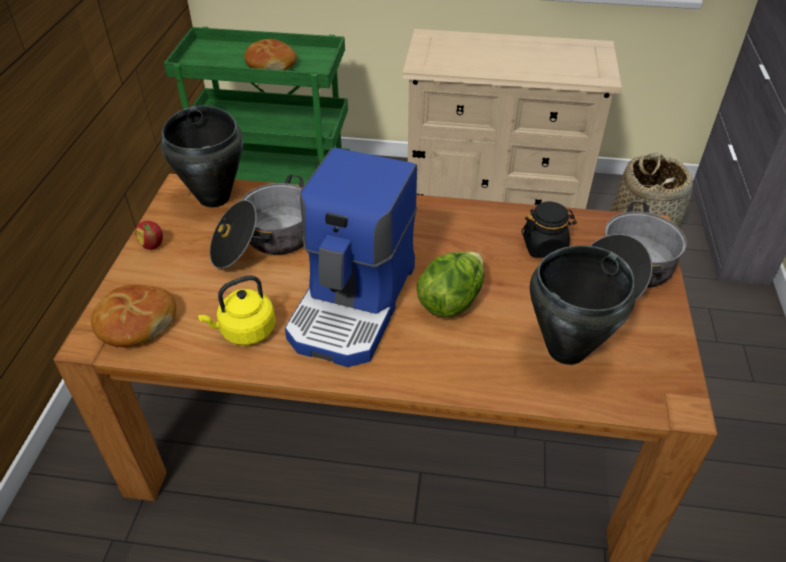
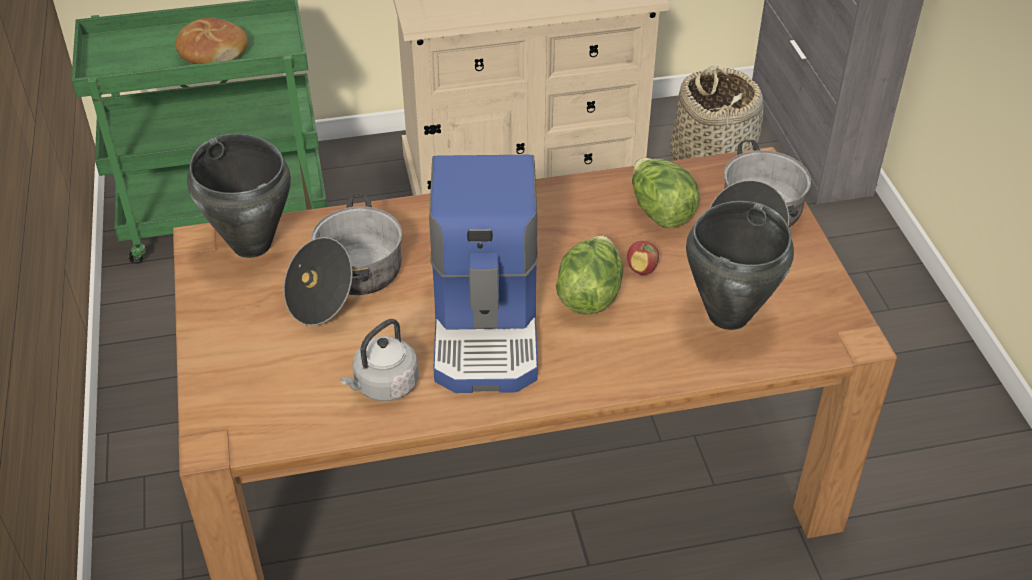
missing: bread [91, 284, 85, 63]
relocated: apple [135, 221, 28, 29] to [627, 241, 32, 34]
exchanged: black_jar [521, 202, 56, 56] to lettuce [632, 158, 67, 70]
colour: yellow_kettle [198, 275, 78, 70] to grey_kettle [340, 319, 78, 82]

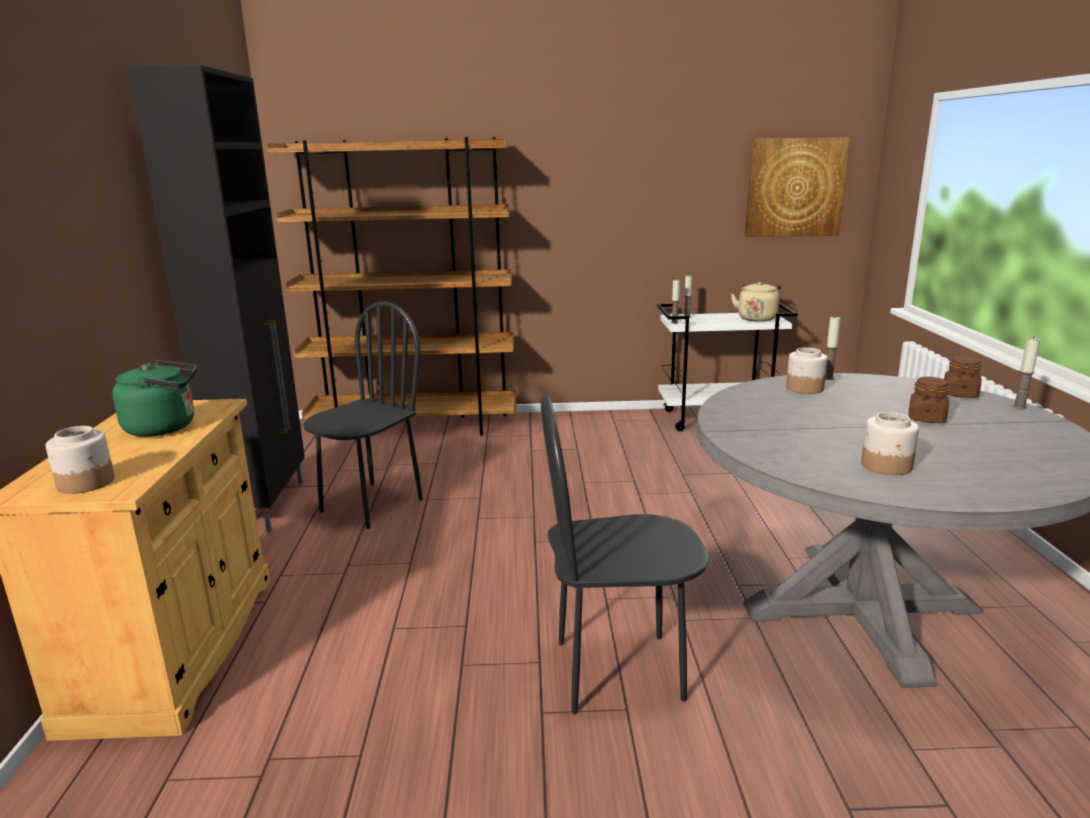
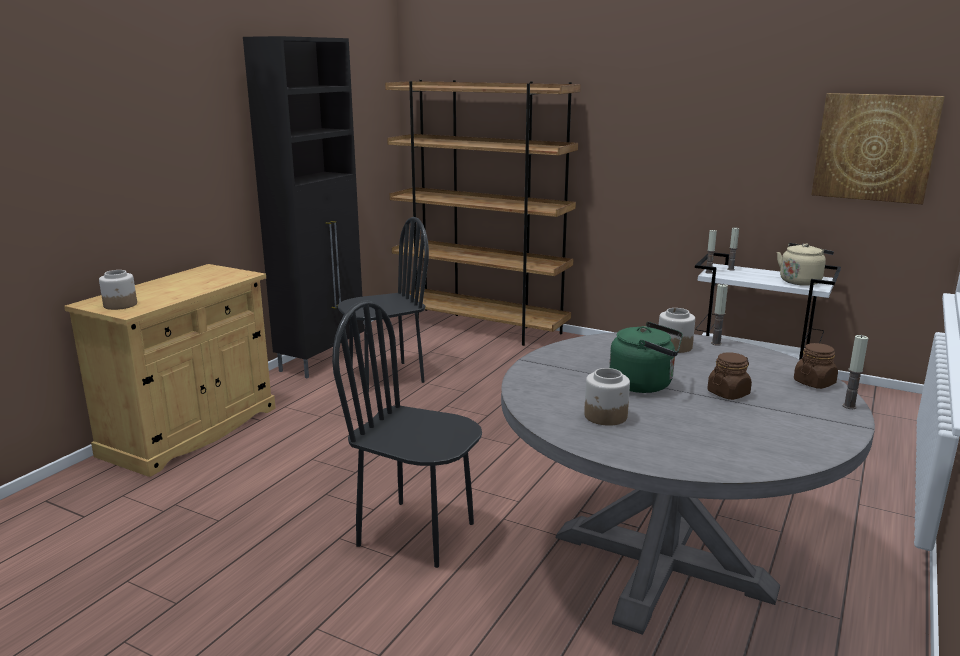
relocated: green_kettle [112, 360, 85, 77] to [609, 322, 74, 71]

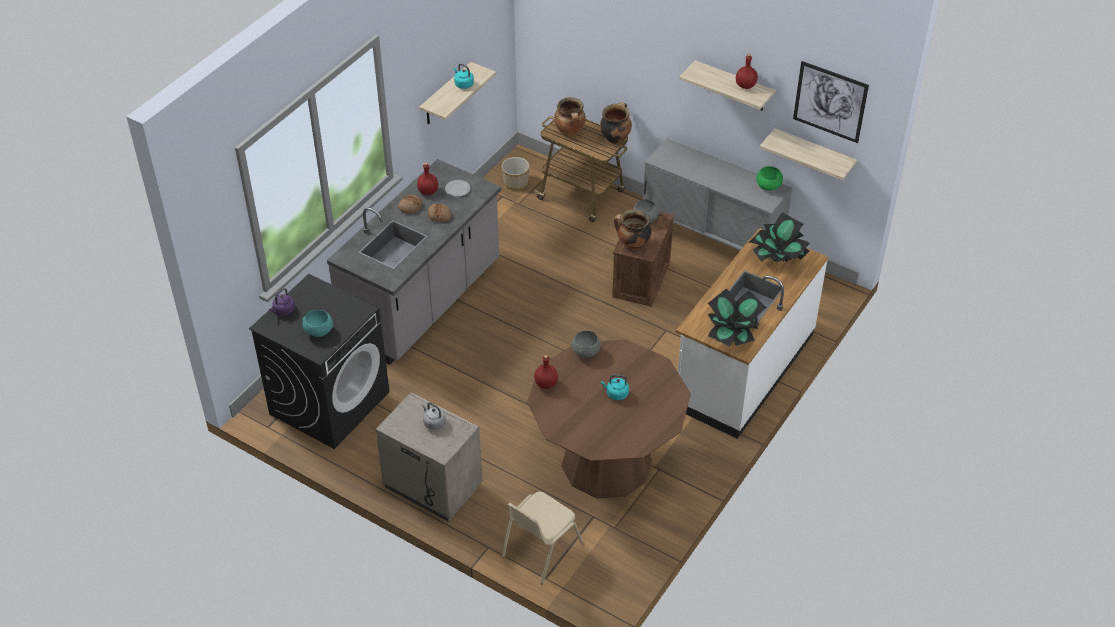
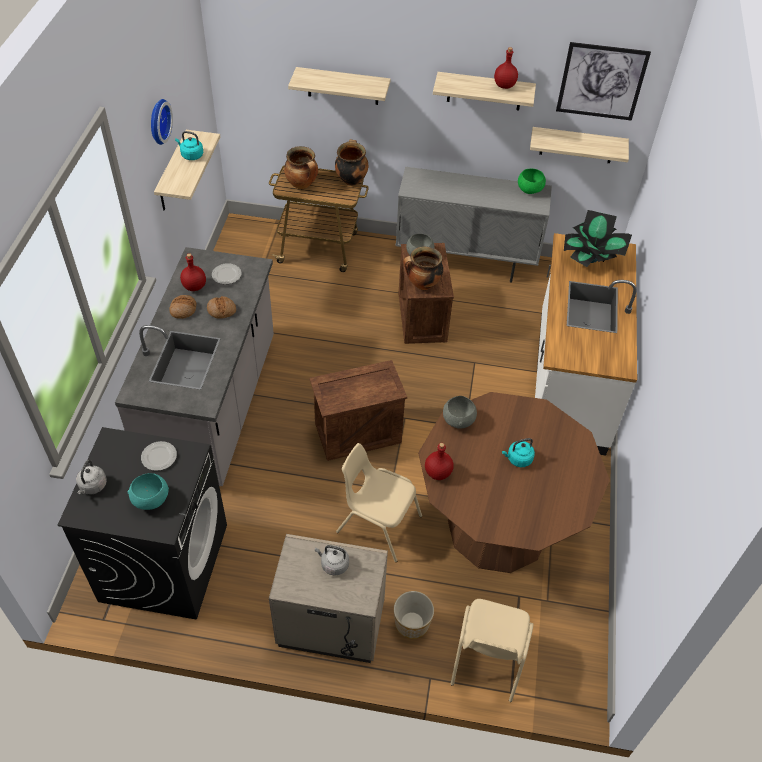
missing: potted_plant [708, 288, 59, 58]
appeared: plate [141, 441, 36, 30]; wall_clock [151, 99, 22, 46]; shelf [288, 67, 103, 38]; crate [310, 360, 97, 101]; beige_chair [336, 443, 86, 119]
relocated: planter [502, 157, 27, 33] to [394, 591, 40, 48]
colour: purple_kettle [269, 288, 26, 28] to grey_kettle [76, 460, 31, 35]

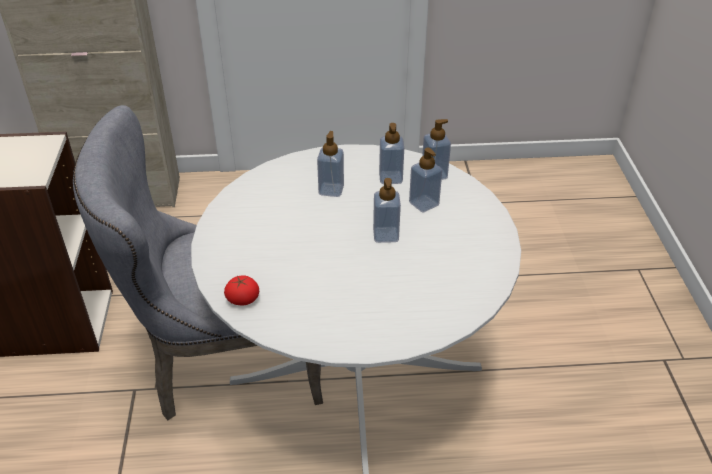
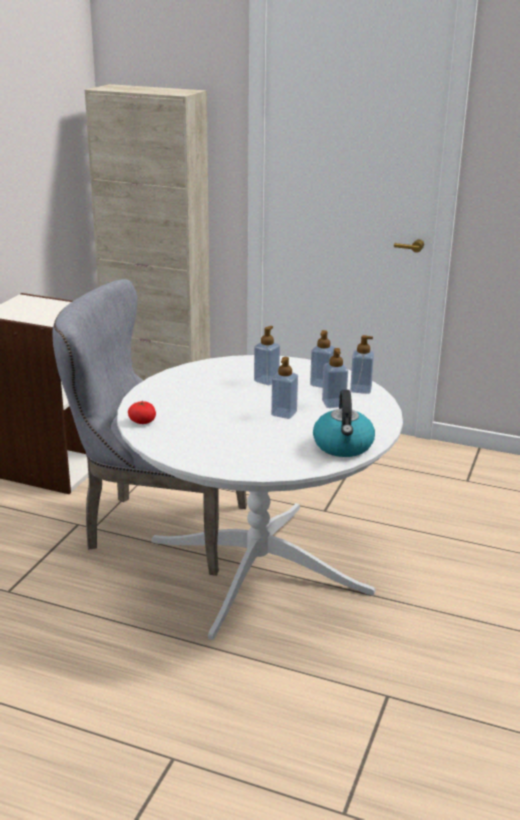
appeared: kettle [313, 390, 62, 67]

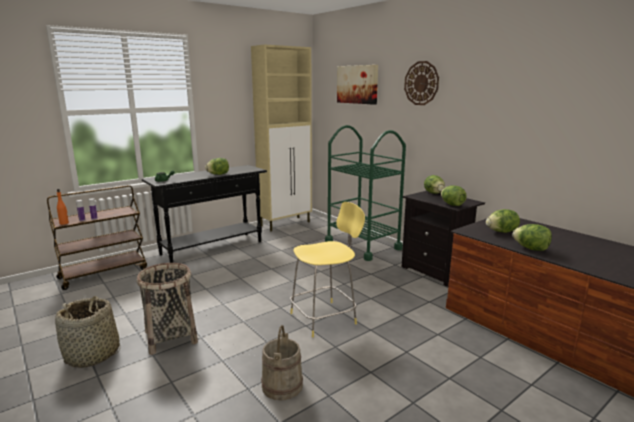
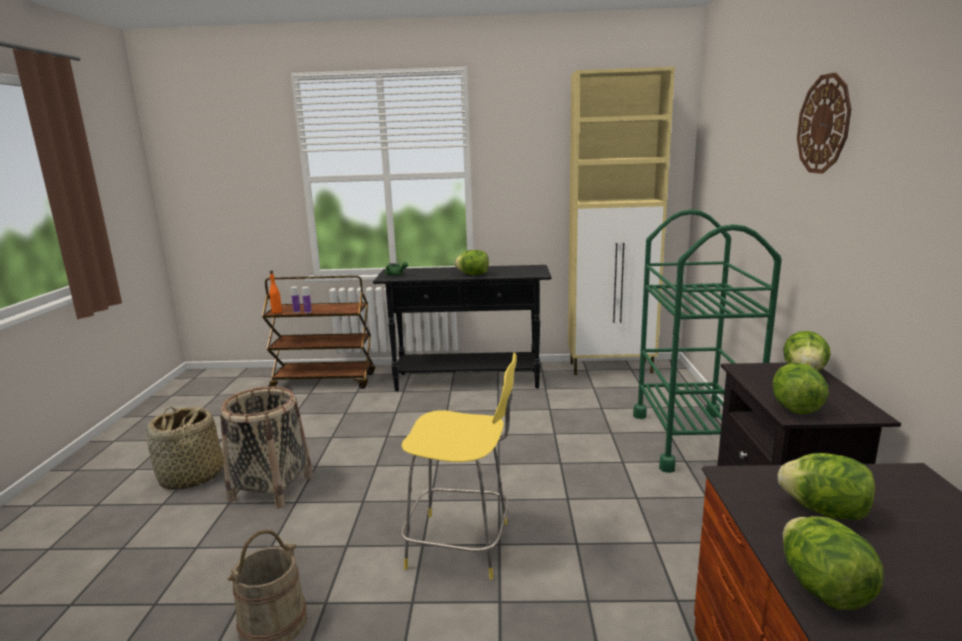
missing: picture [337, 65, 41, 40]

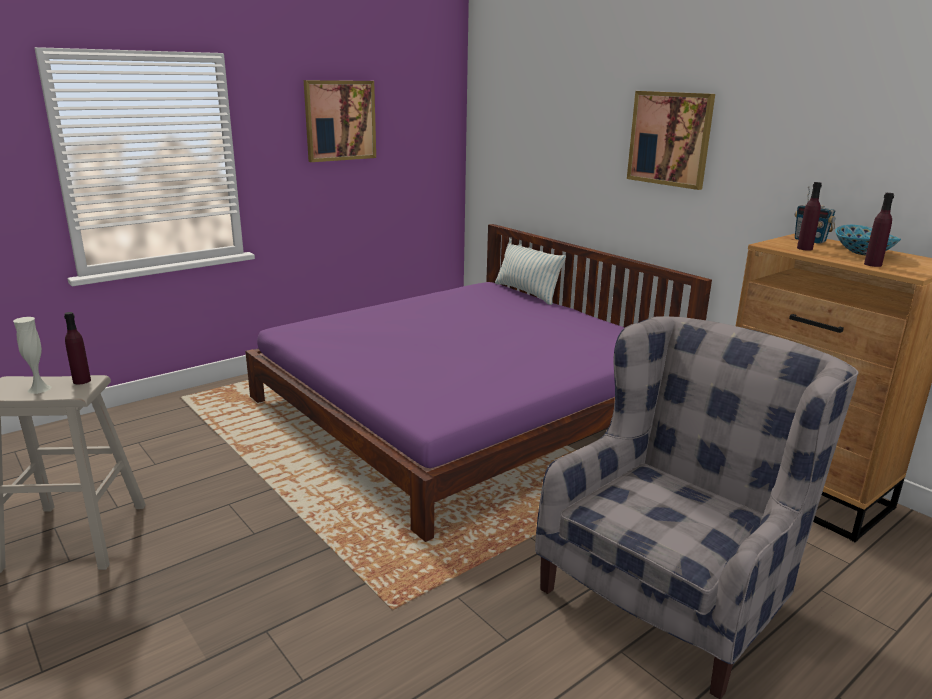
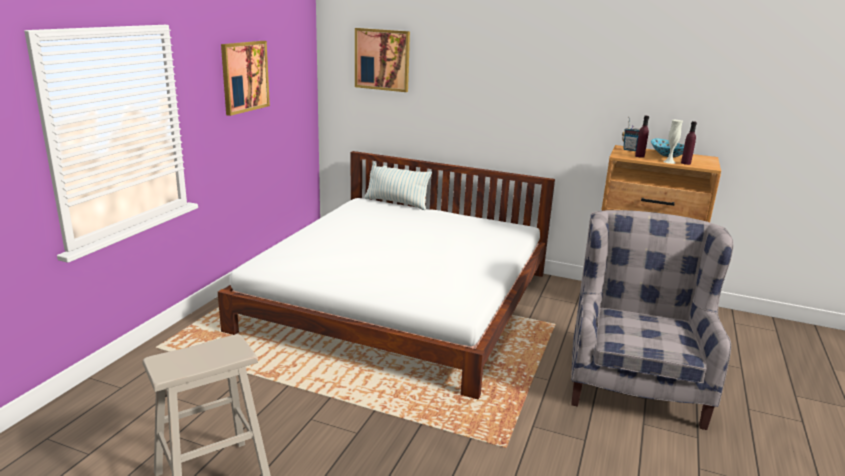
missing: purple_bottle [64, 312, 27, 73]
relocated: picture [627, 91, 88, 99] to [355, 28, 55, 64]; white_vase [13, 317, 38, 77] to [663, 120, 20, 44]
colour: purple_bed [245, 224, 467, 318] to white_bed [218, 151, 337, 249]

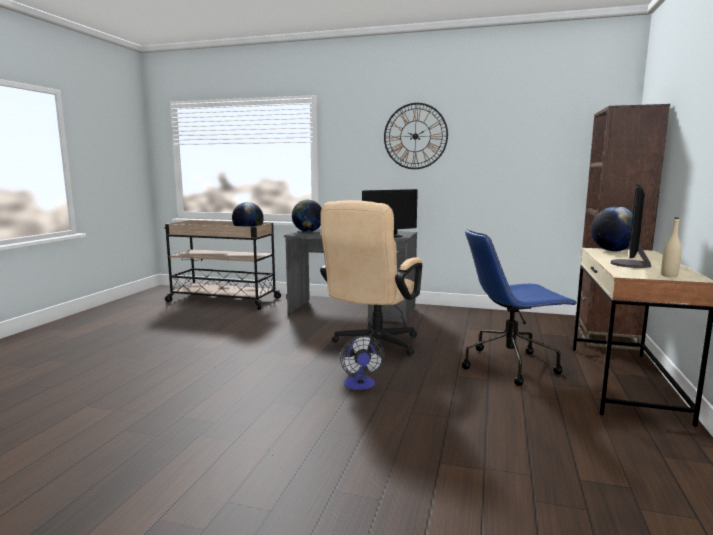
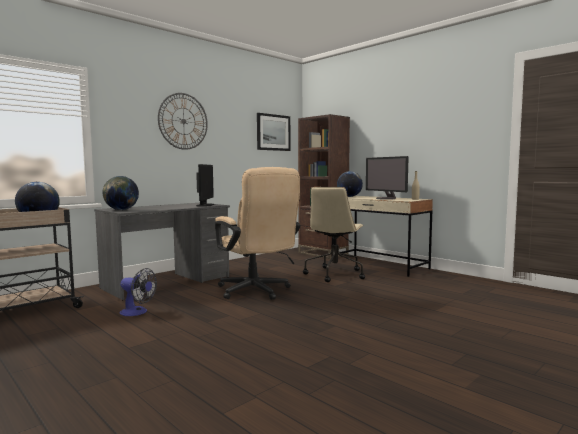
appeared: picture [257, 113, 33, 38]
relocated: fan [340, 336, 45, 54] to [120, 268, 37, 48]
colour: blue_office_chair [462, 229, 116, 157] to beige_office_chair [303, 187, 62, 95]

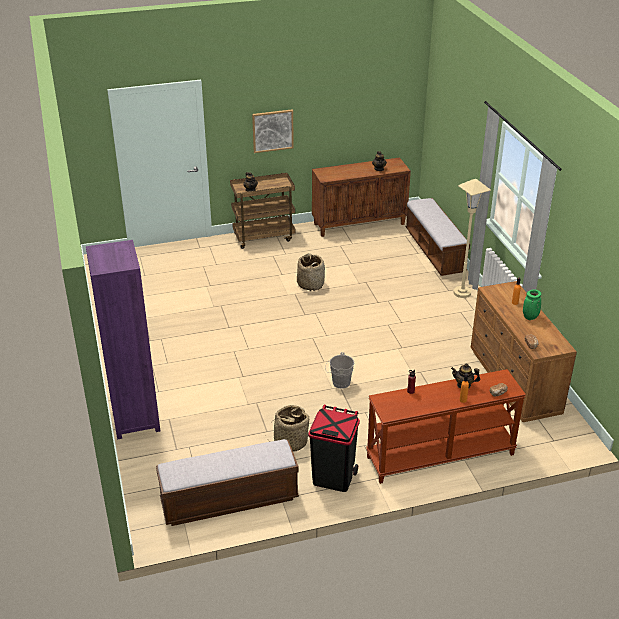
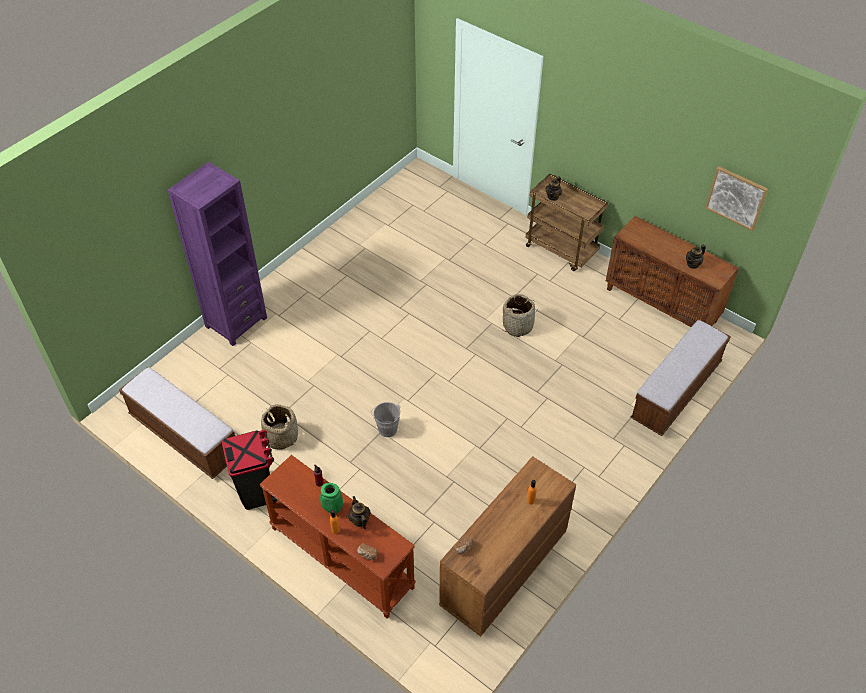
missing: beige_floor_lamp [453, 179, 38, 119]
relocated: green_vase [523, 289, 19, 31] to [320, 483, 23, 31]; picture [252, 109, 42, 44] to [705, 166, 63, 65]

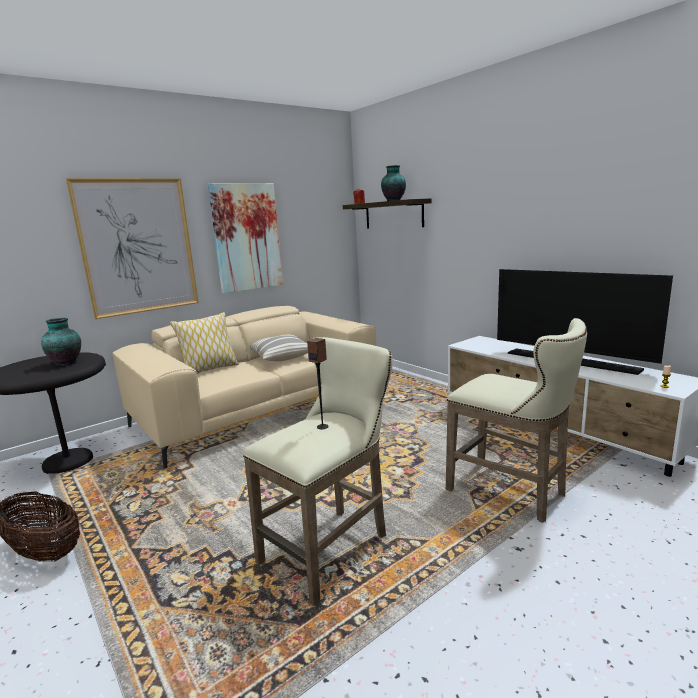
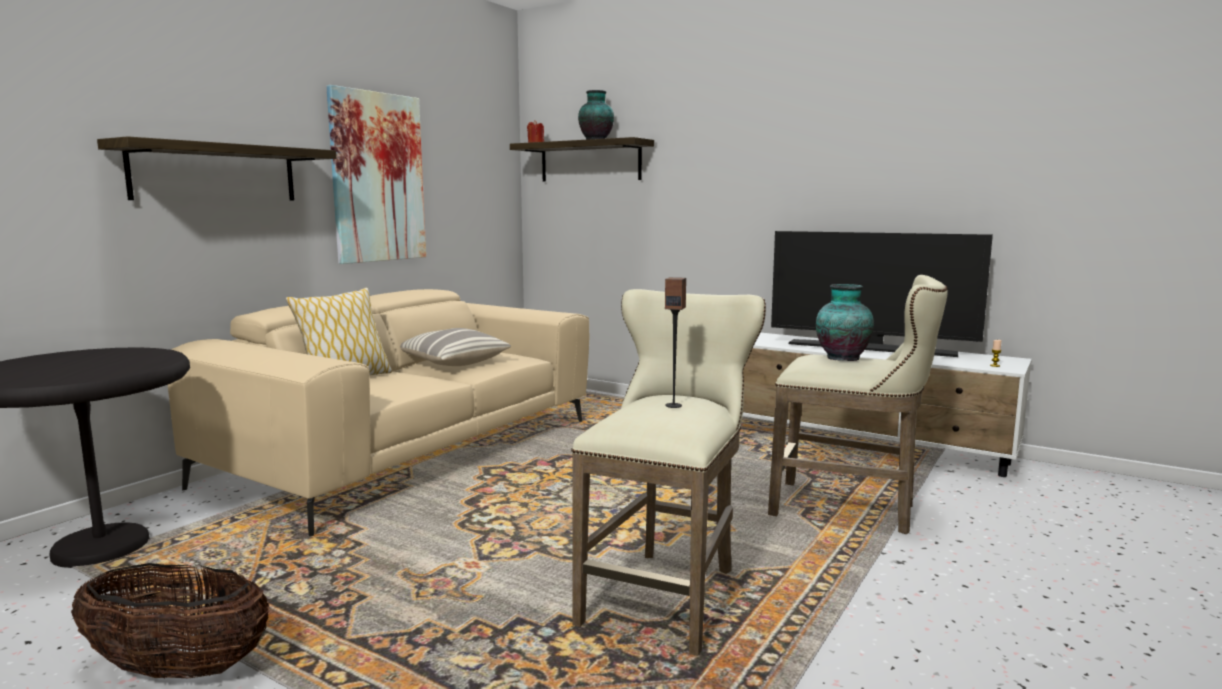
relocated: vase [41, 318, 40, 48] to [816, 284, 58, 77]
exchanged: picture [66, 178, 133, 141] to shelf [97, 136, 239, 64]

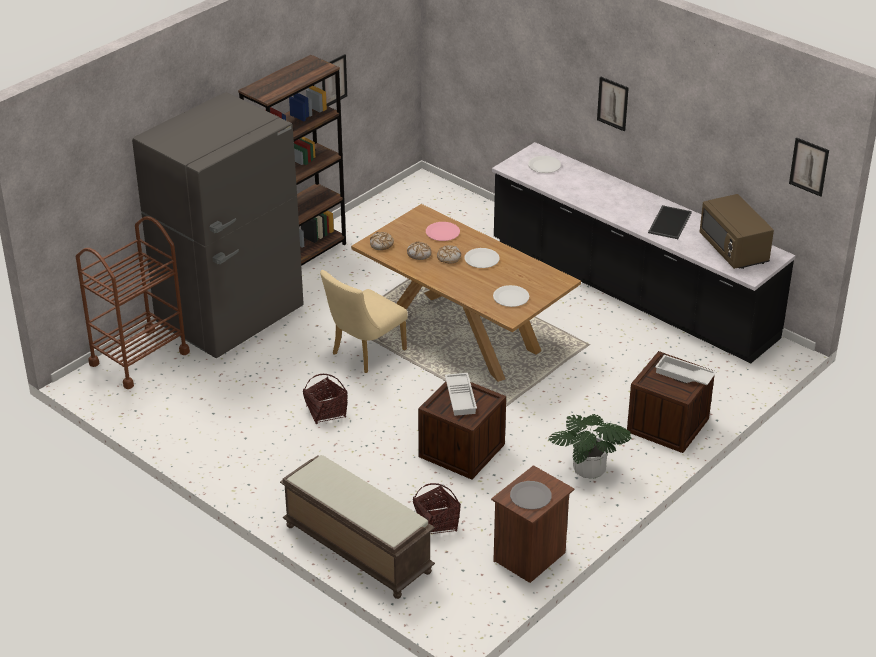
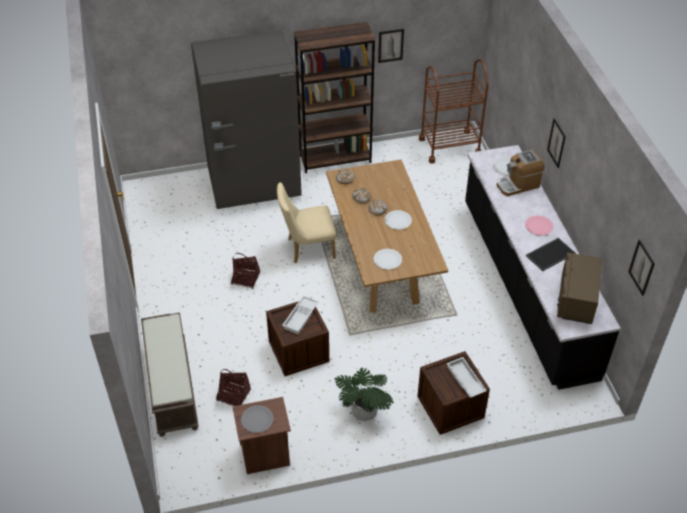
appeared: coffee_machine [497, 150, 48, 46]
relocated: brown_cart [76, 216, 114, 173] to [419, 59, 70, 105]; pink_plate [426, 222, 34, 19] to [525, 216, 28, 20]

